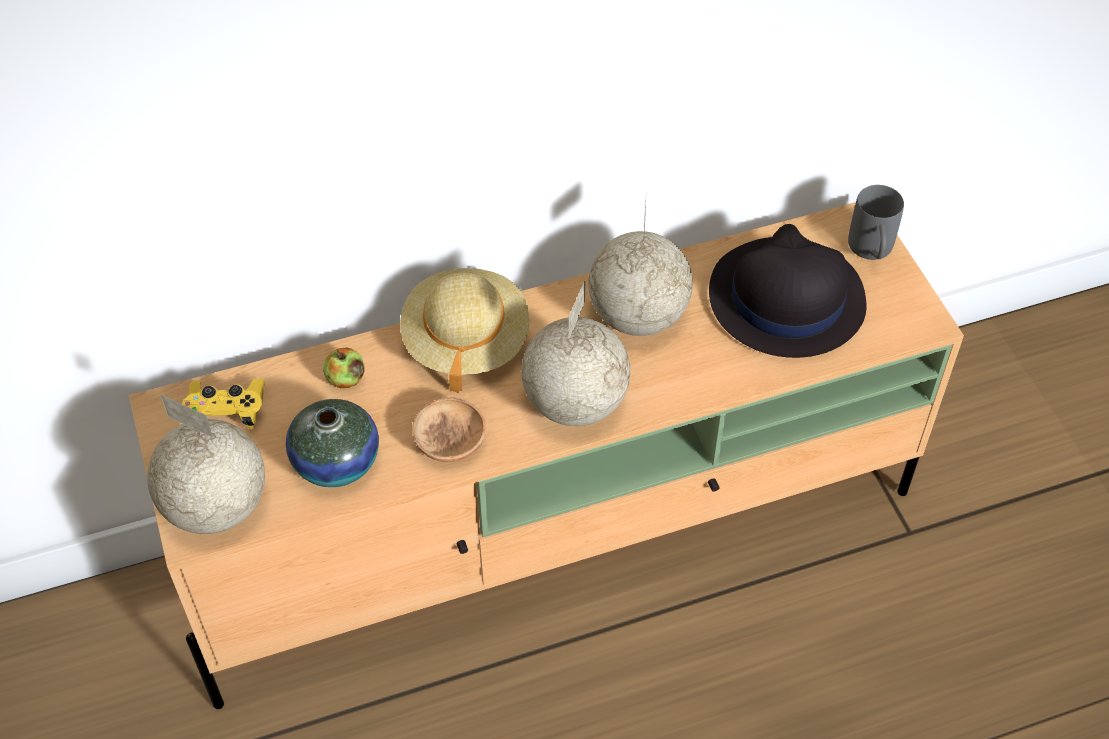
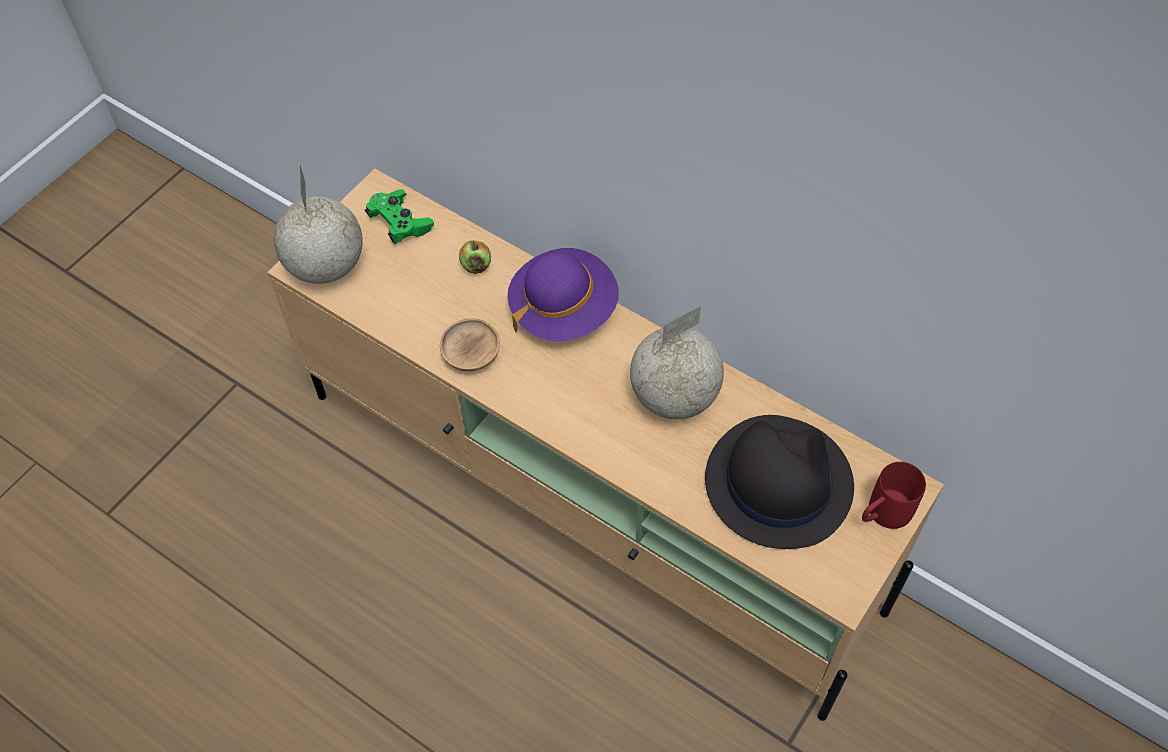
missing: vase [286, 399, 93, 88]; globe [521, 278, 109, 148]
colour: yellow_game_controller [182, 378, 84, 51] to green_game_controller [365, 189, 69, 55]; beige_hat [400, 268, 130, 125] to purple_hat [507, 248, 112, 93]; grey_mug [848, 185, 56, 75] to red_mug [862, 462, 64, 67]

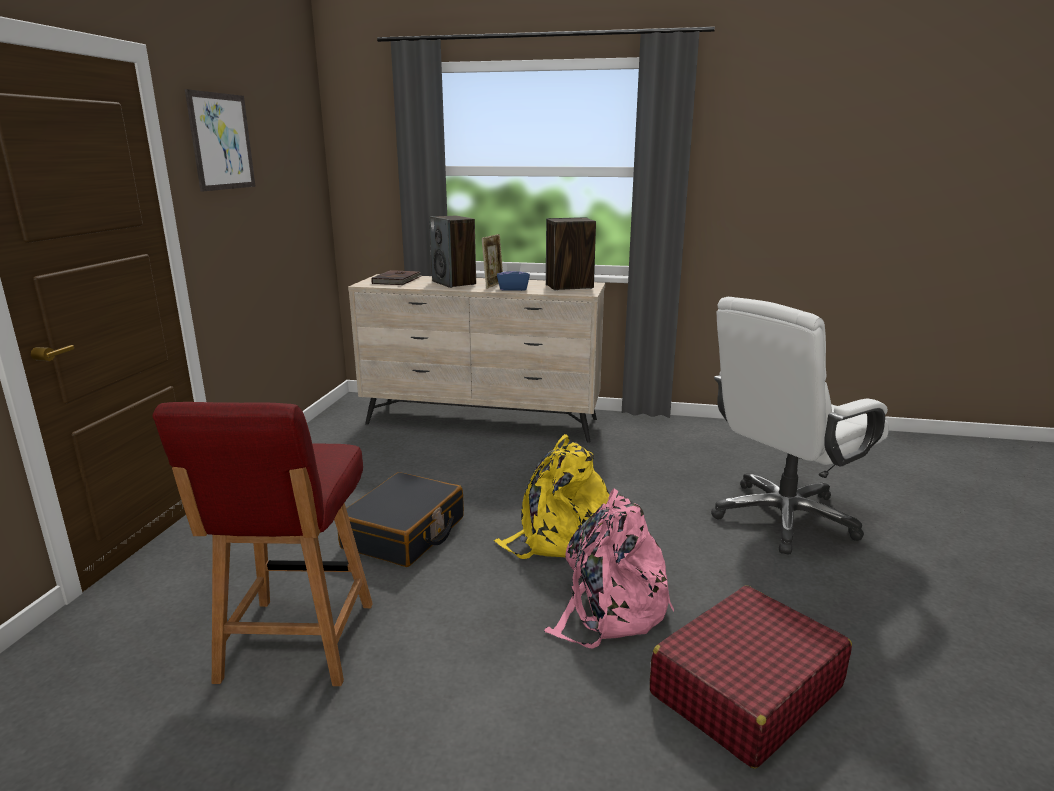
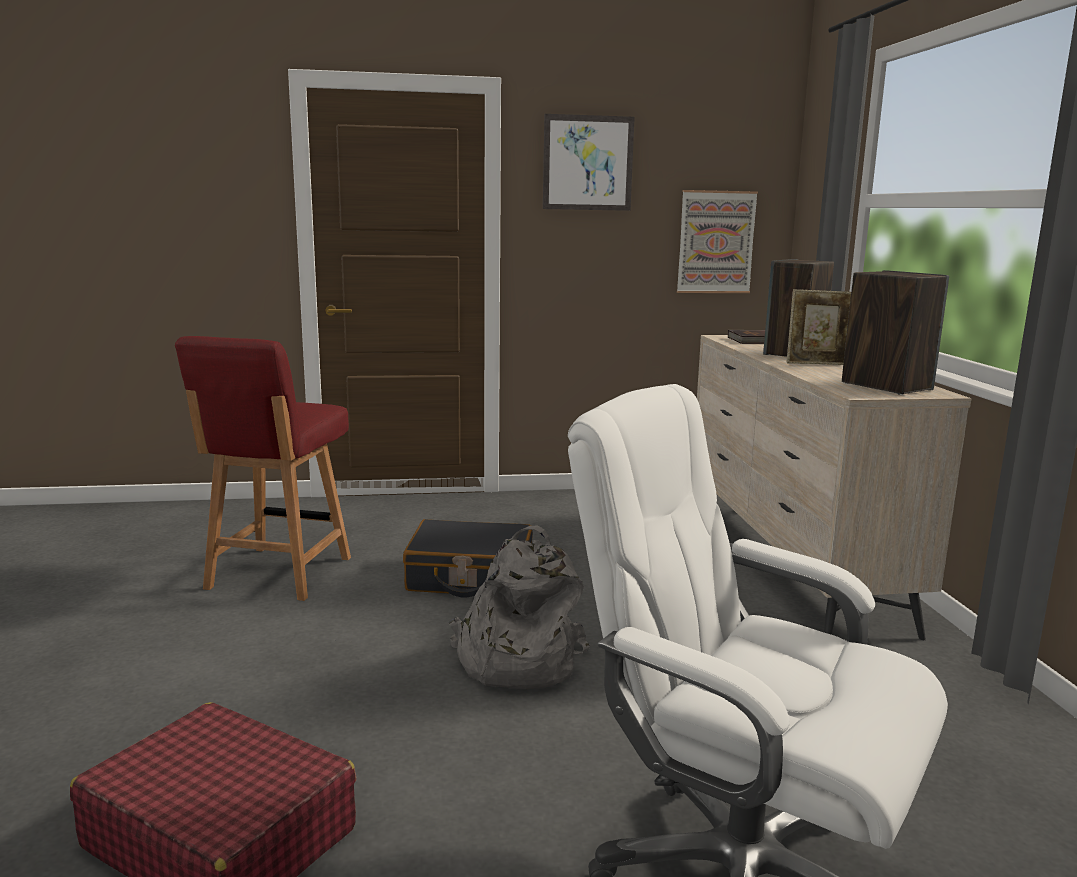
missing: blue_tissue_box [497, 263, 33, 28]; pink_backpack [544, 488, 130, 161]
appeared: picture [677, 190, 81, 103]
colour: yellow_backpack [494, 434, 115, 125] to grey_backpack [449, 525, 141, 164]
spun: red_chair [153, 402, 220, 284] = [175, 336, 176, 265] 60 degrees counterclockwise

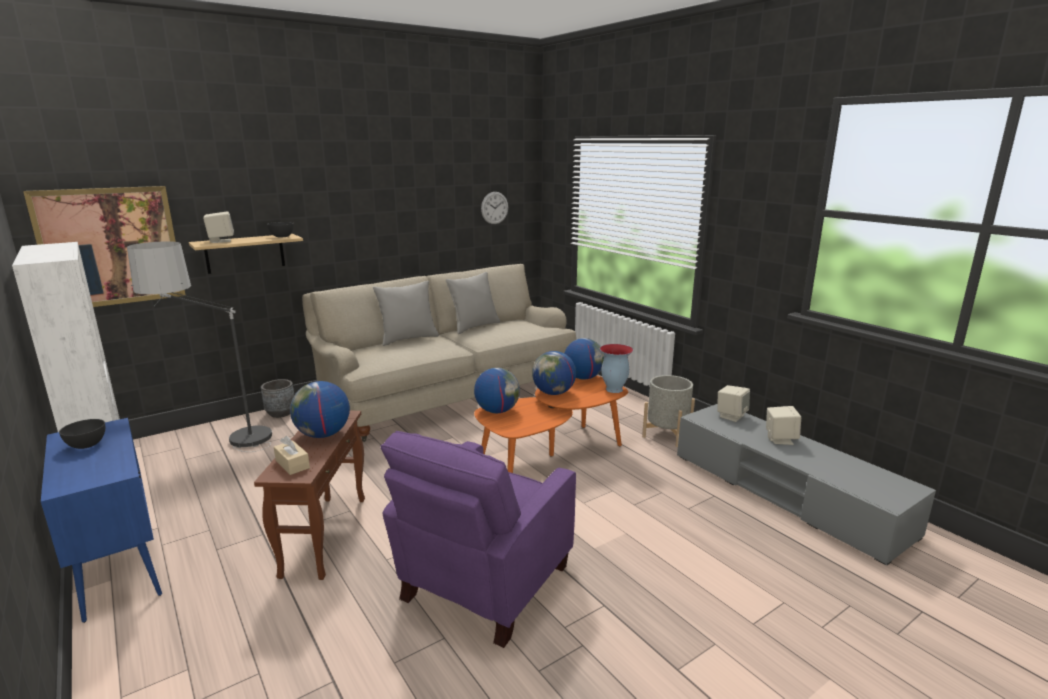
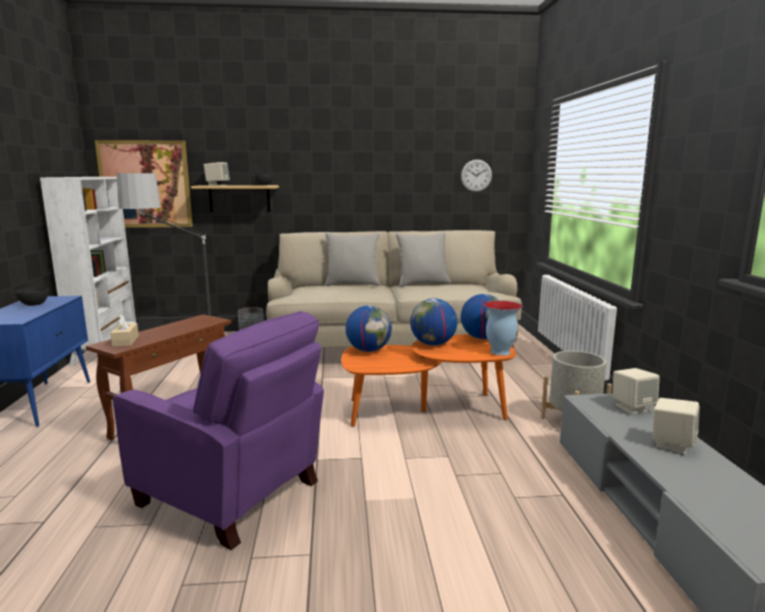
missing: globe [290, 381, 60, 57]
spun: purple_armchair [380, 431, 196, 217] = [113, 311, 211, 239] 120 degrees counterclockwise

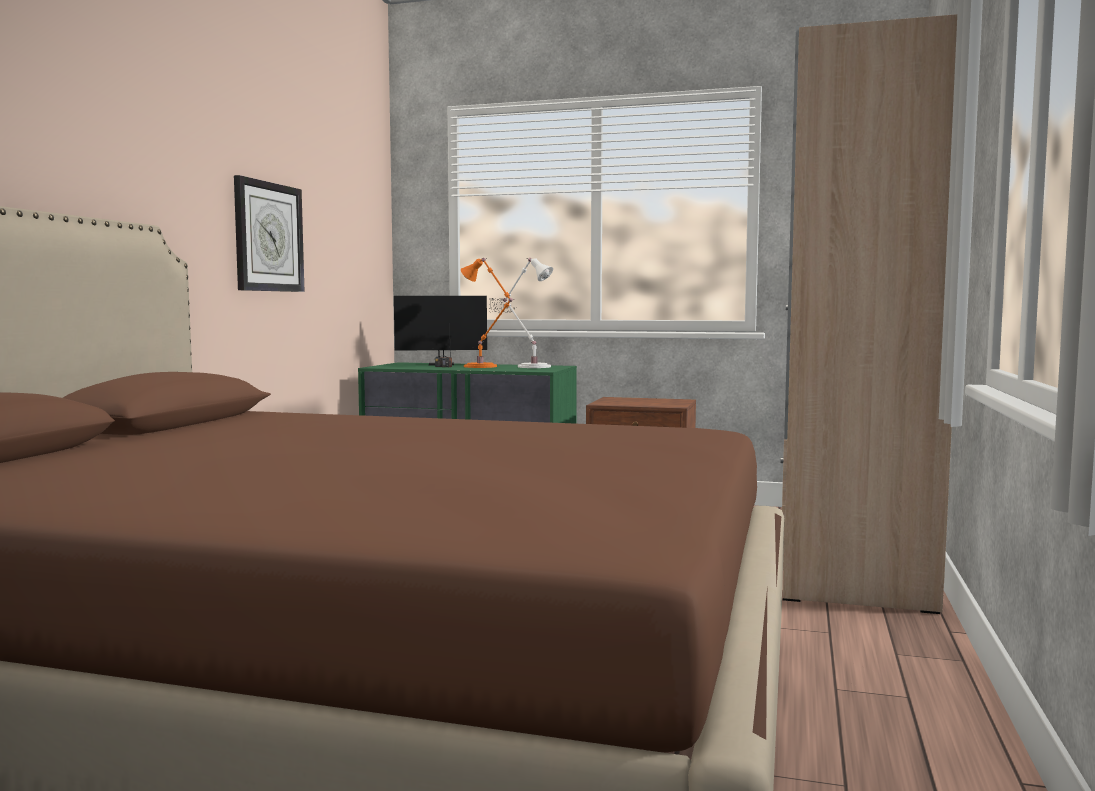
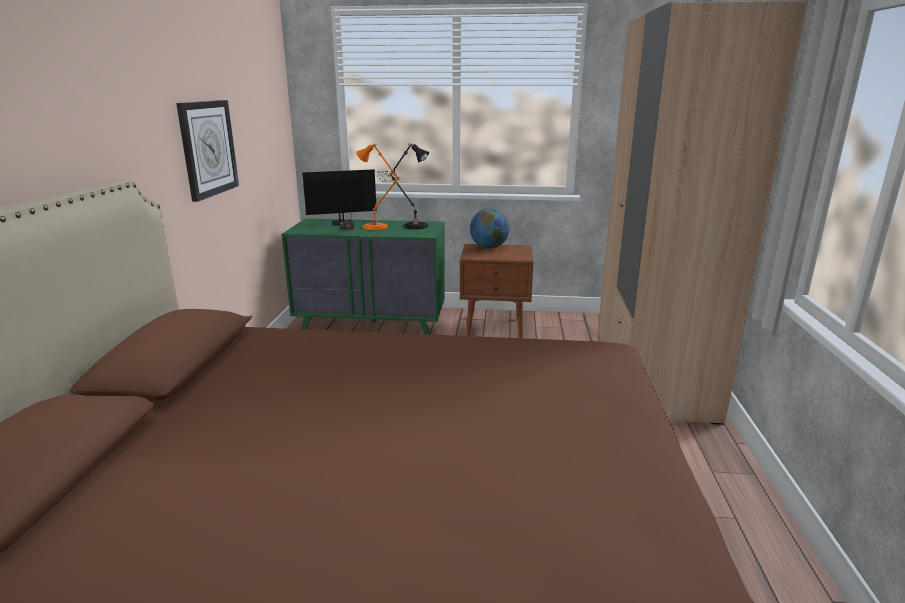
appeared: globe [470, 208, 40, 41]
colour: white_table_lamp [503, 258, 50, 110] to black_table_lamp [389, 143, 40, 86]

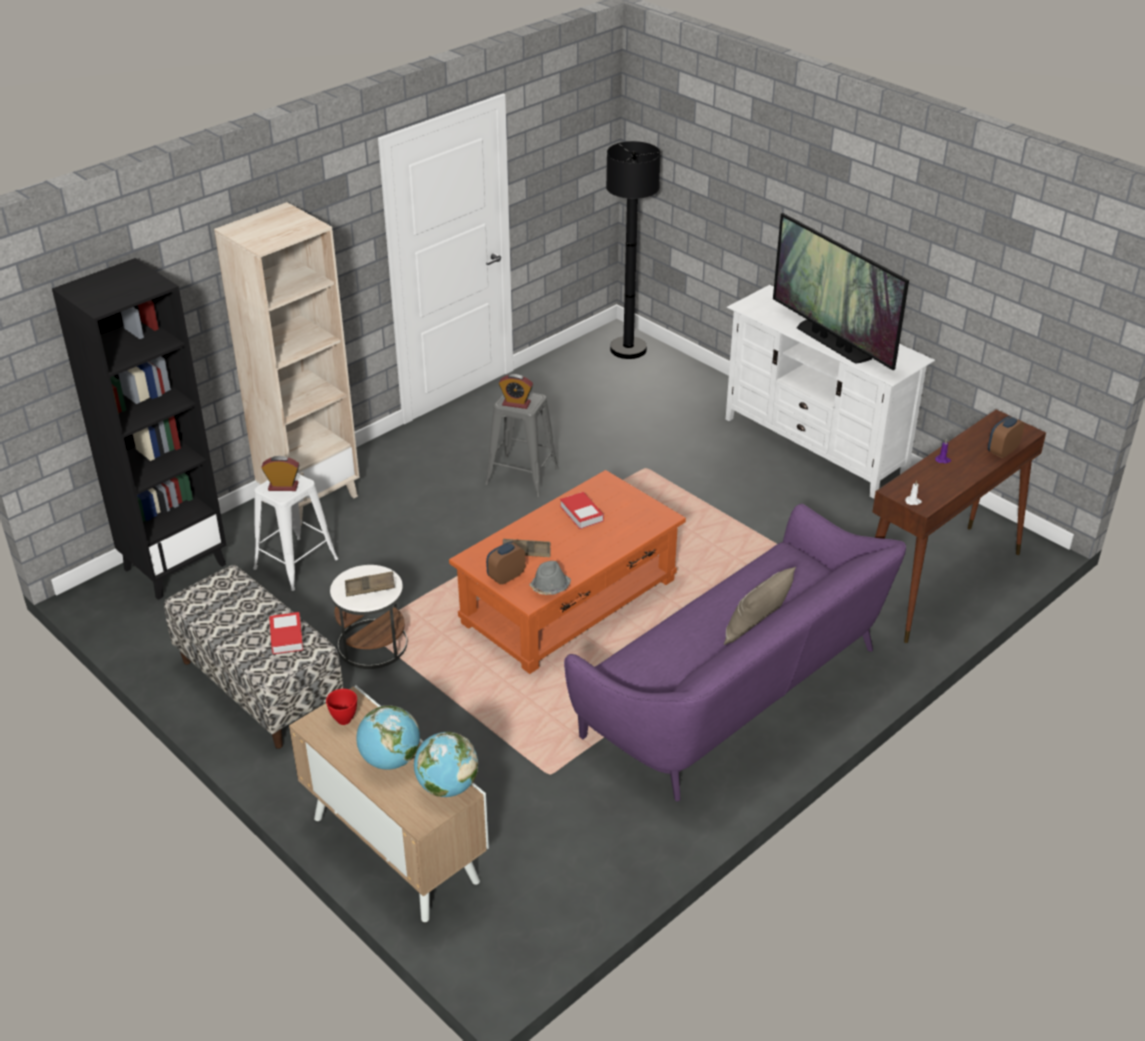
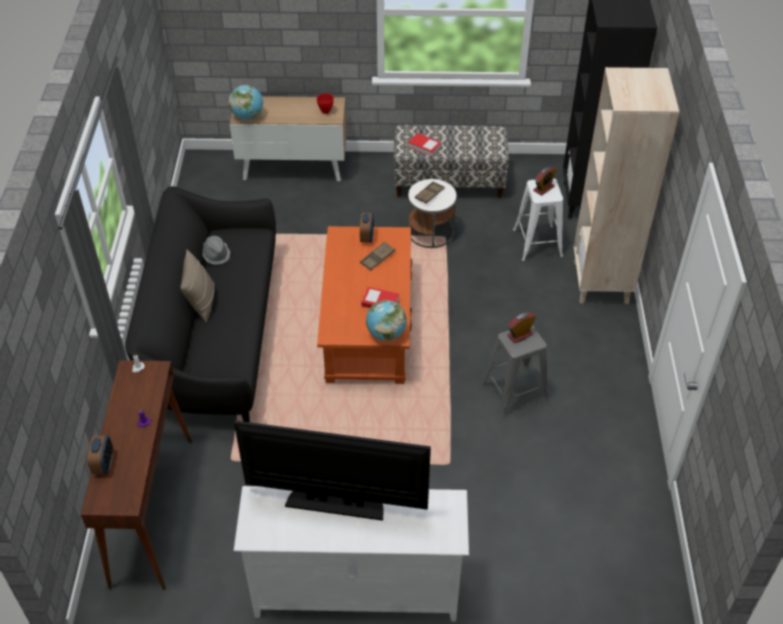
missing: black_floor_lamp [606, 141, 55, 218]
relocated: grey_hat [529, 561, 42, 34] to [202, 236, 29, 29]; globe [356, 705, 64, 65] to [366, 300, 41, 41]
colour: purple_sofa [564, 504, 342, 297] to black_sofa [125, 186, 151, 236]

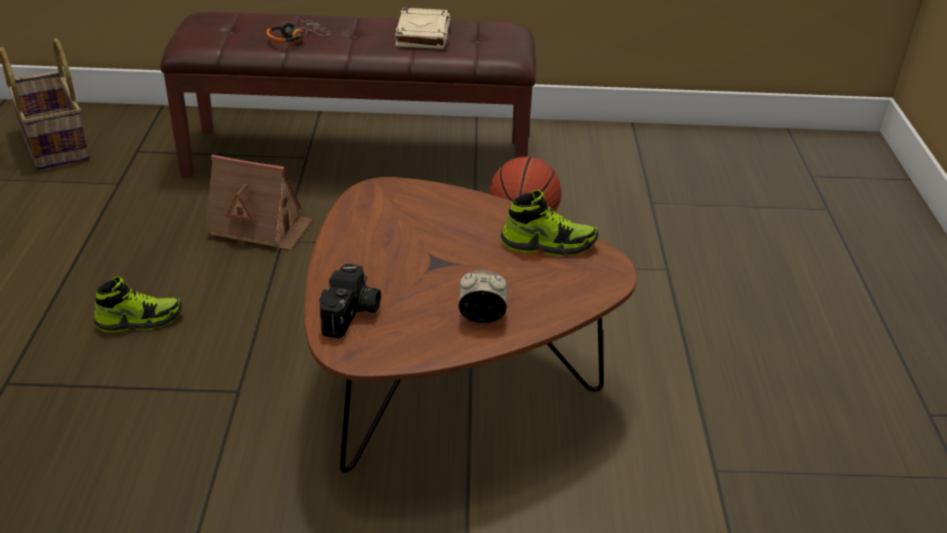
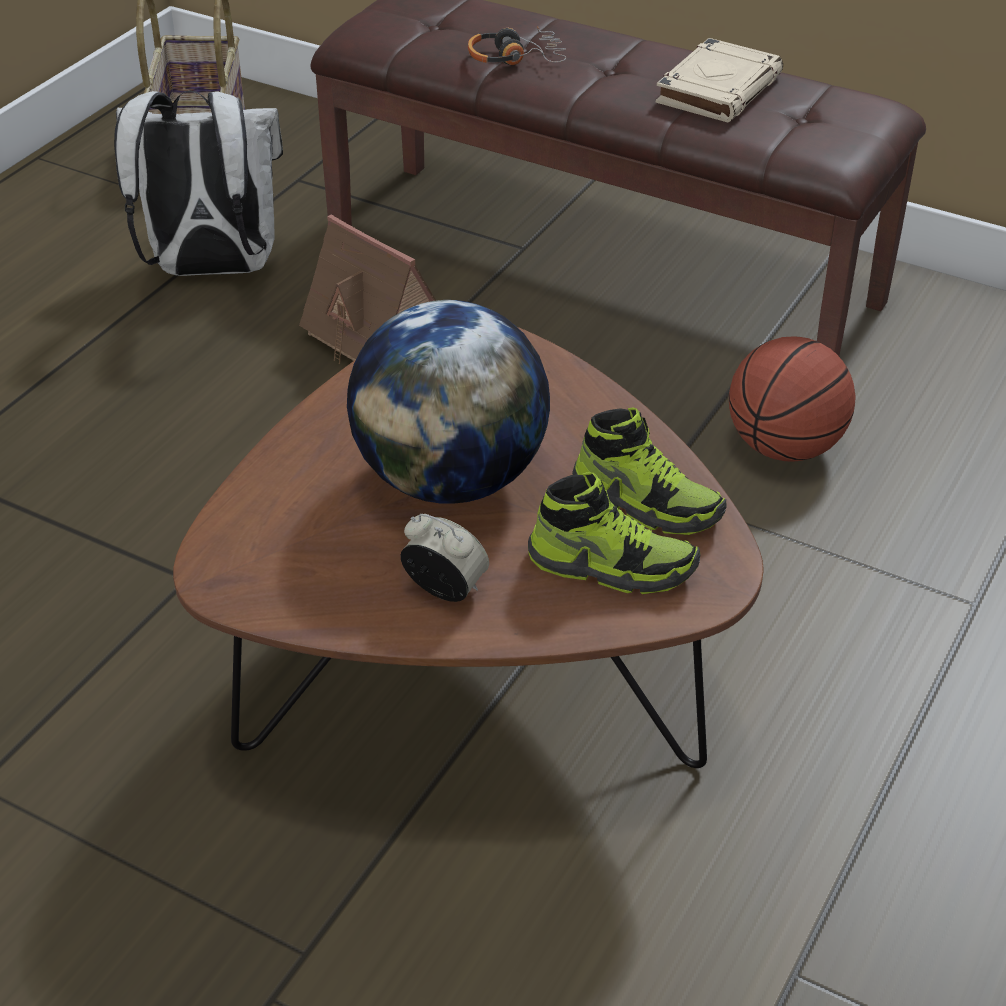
missing: photo_camera [319, 264, 62, 74]
appeared: white_backpack [114, 90, 169, 186]; globe [347, 300, 203, 204]
relocated: shoe [94, 276, 88, 56] to [528, 472, 173, 122]

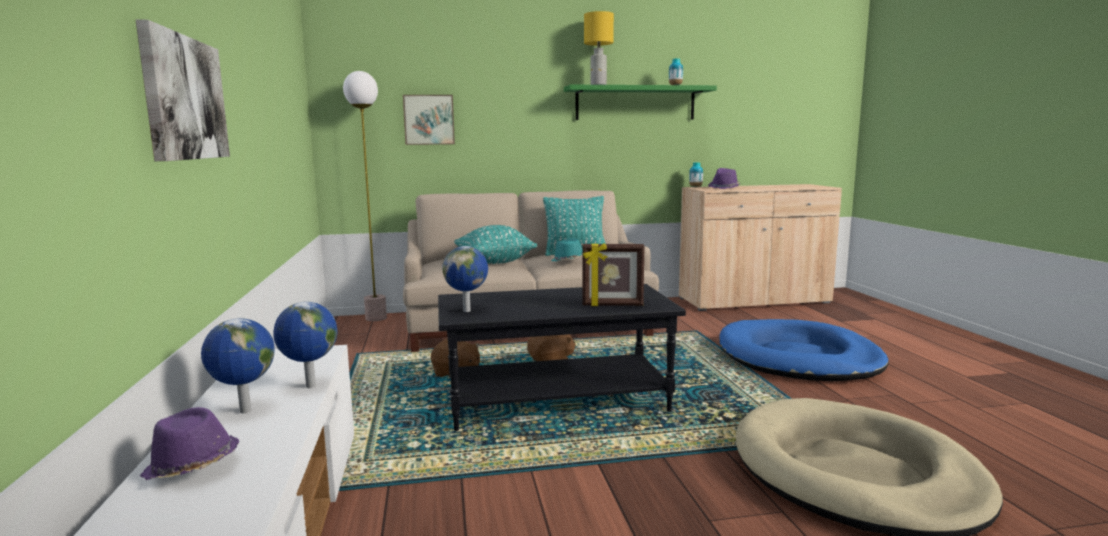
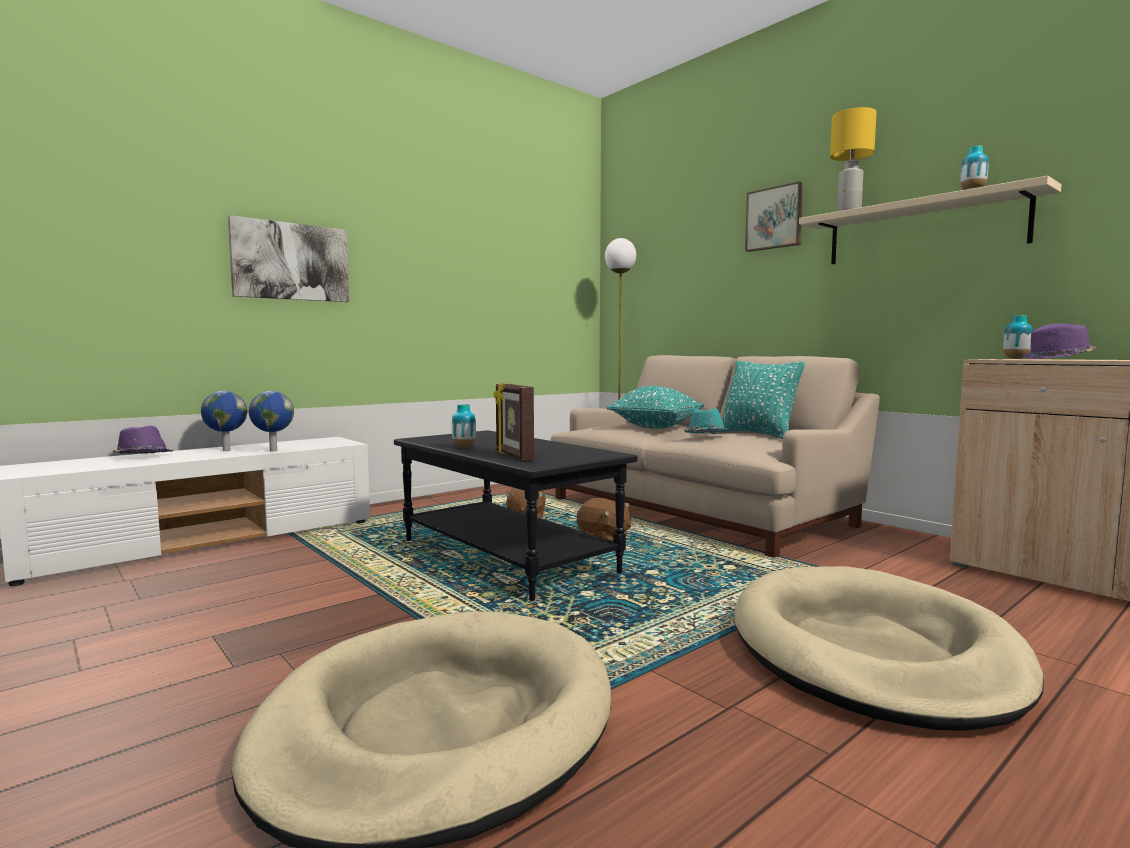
missing: globe [442, 246, 46, 66]
appeared: vase [452, 404, 24, 44]
relocated: picture [403, 95, 52, 50] to [745, 181, 59, 71]
colour: blue_dog_bed [719, 319, 170, 62] to beige_dog_bed [734, 566, 310, 165]; green_shelf [564, 85, 153, 35] to beige_shelf [799, 176, 263, 88]

